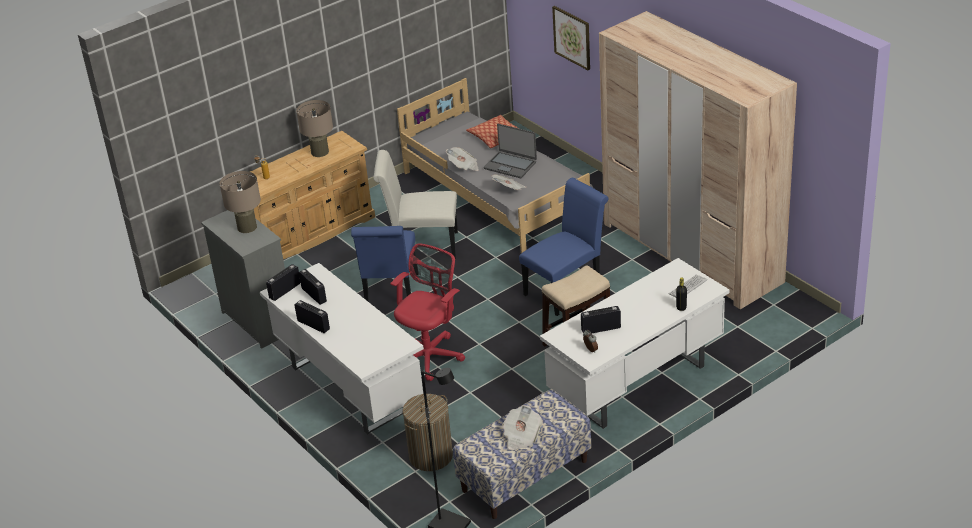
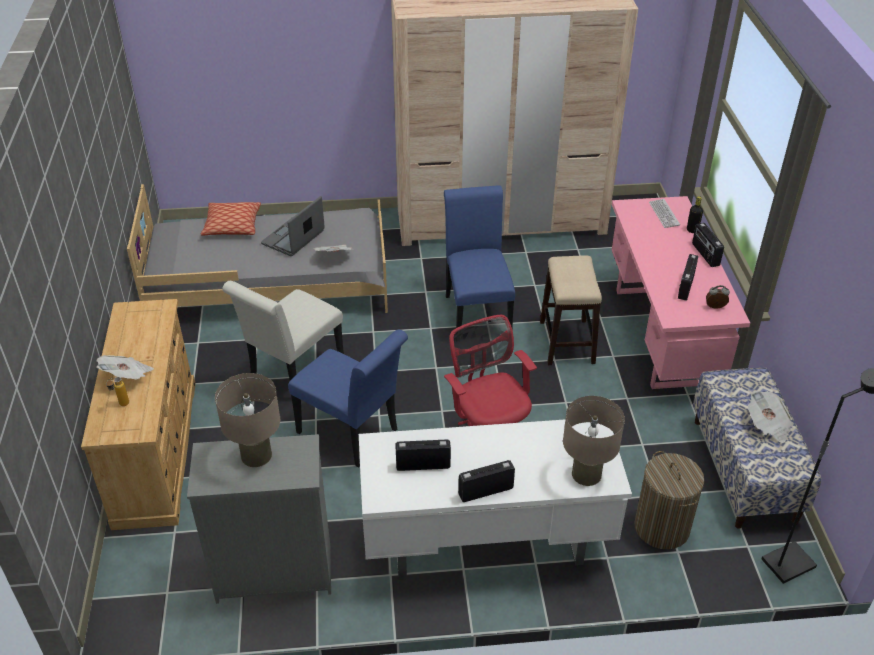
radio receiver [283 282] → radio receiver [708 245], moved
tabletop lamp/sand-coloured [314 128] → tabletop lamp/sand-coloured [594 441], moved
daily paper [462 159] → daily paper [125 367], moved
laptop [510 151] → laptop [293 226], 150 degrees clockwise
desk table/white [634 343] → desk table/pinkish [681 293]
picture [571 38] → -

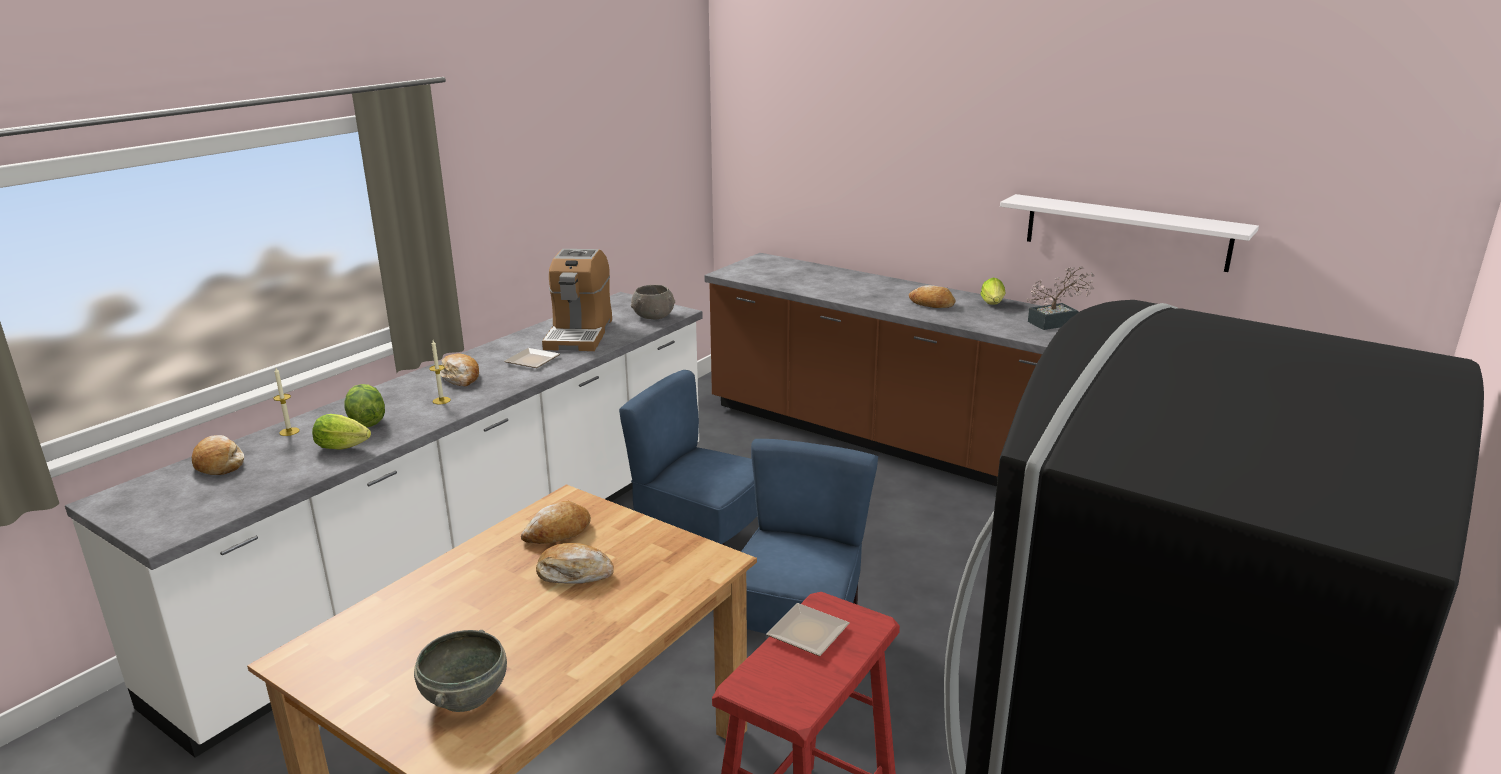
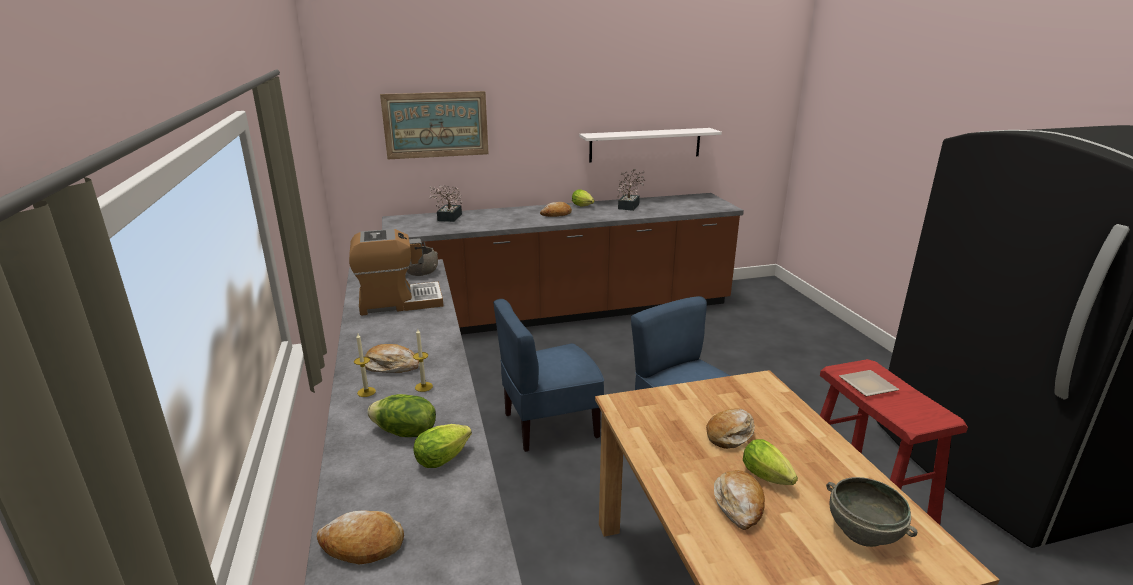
wax candle [286 402] → wax candle [365 365], moved
flat dish [532 358] → -
bread [556 522] → bread [739 500], moved
coffee machine [577 300] → coffee machine [396 272], 60 degrees counterclockwise
- → picture [434 125]
- → plant in a pot [446 203]
- → head of lettuce [770 462]

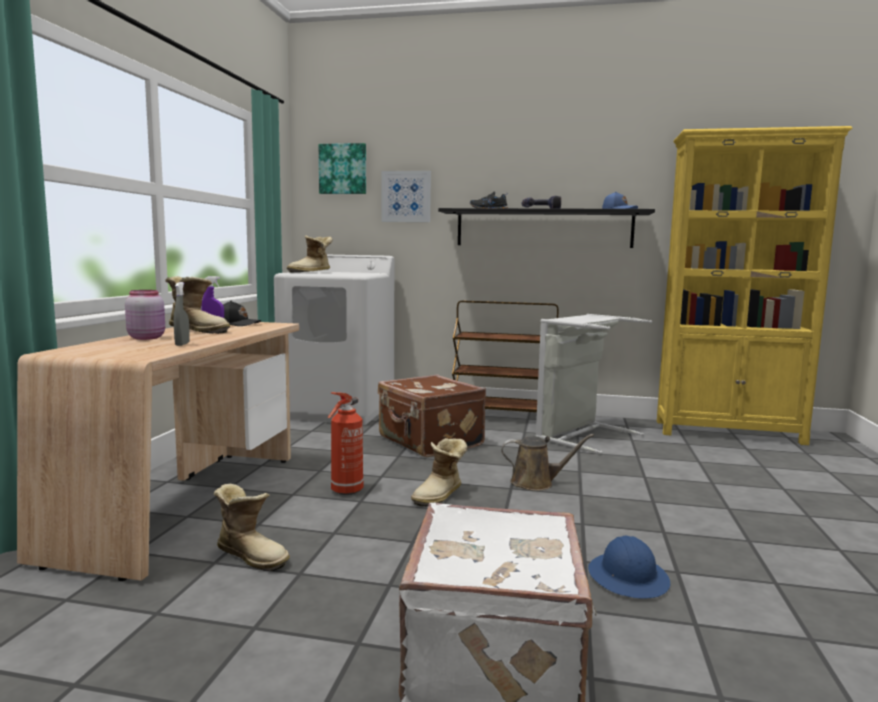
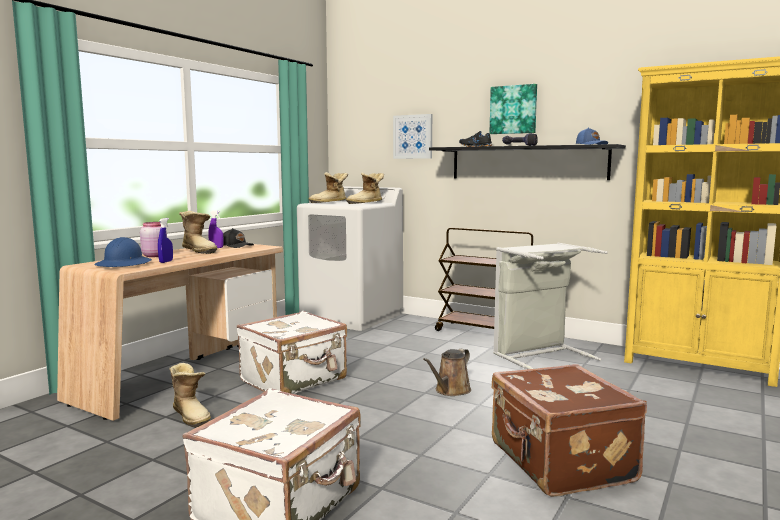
sprayer/gray [182 314] → sprayer/bluish [165 240]
picture [342 168] → picture [513 109], moved
fire extinguisher [346 443] → travel case/white [292 352]
travel case/brown-coloured [432 416] → travel case/brown-coloured [569 430], moved
boot [439 472] → boot [365 188], moved
watering pot/brown-coloured [547 462] → watering pot/brown-coloured [447 372], 105 degrees clockwise
safety helmet/bluish [629 567] → safety helmet/bluish [123 252], moved

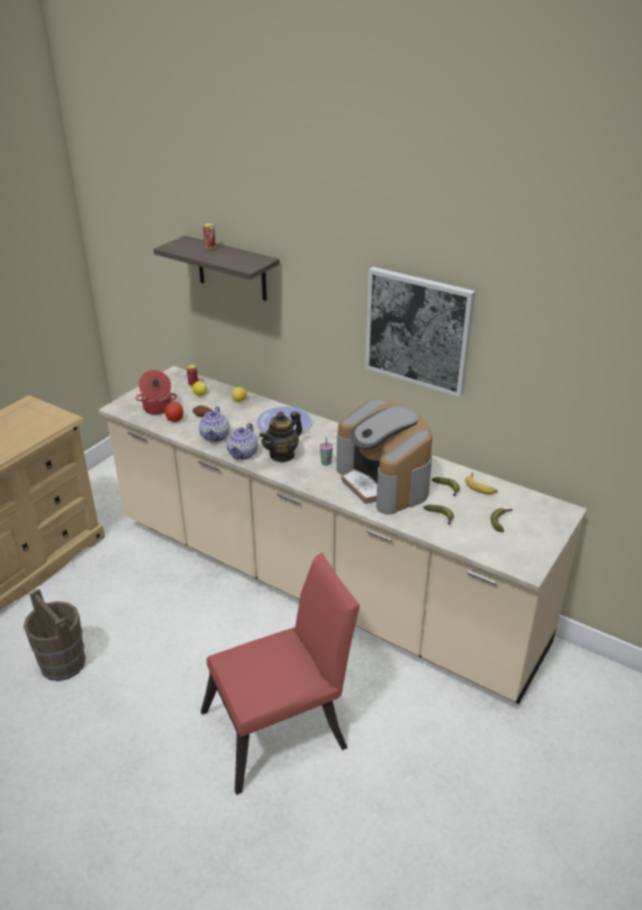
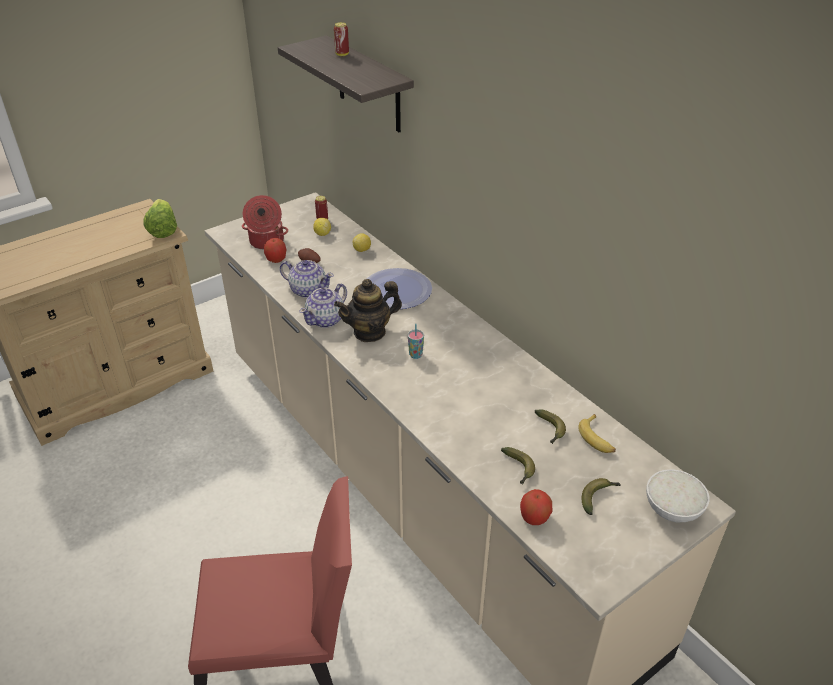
bucket/brown-coloured [54 635] → -
pot for tea [214 424] → pot for tea [307 279], 90 degrees counterclockwise
coffee machine [384 457] → -
picture [420 332] → -
- → head of lettuce [160 218]
- → apple fruit [536 507]
- → deep dish/white [678 495]

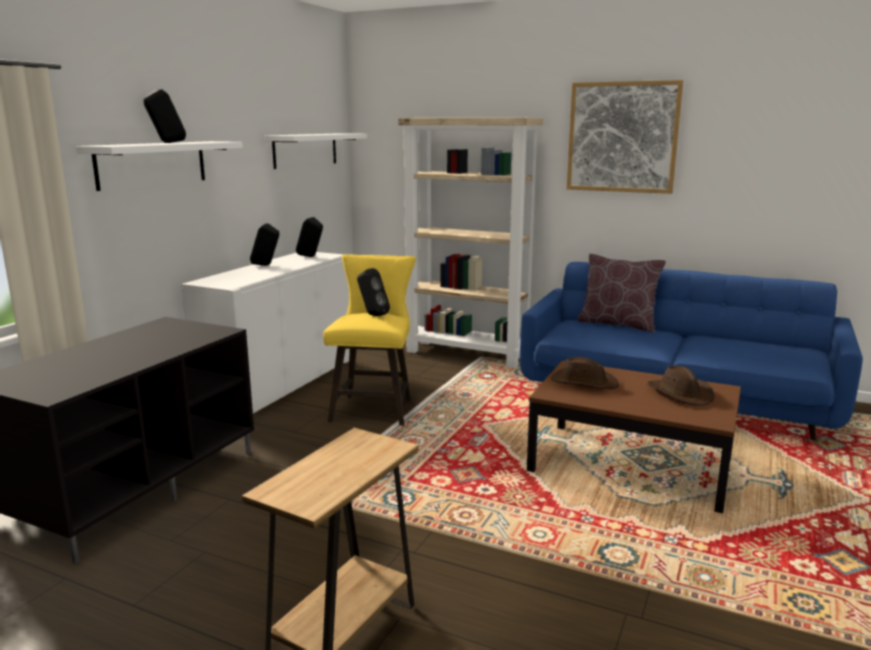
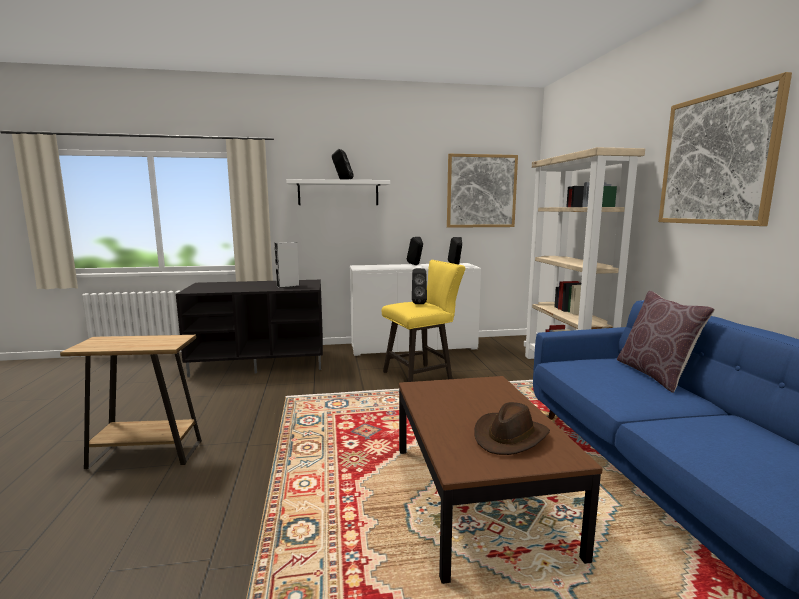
bracket shelf/white [315 151] → picture [482 191]
hat/brown-coloured [585 373] → -
- → loudspeaker/gray [286 265]

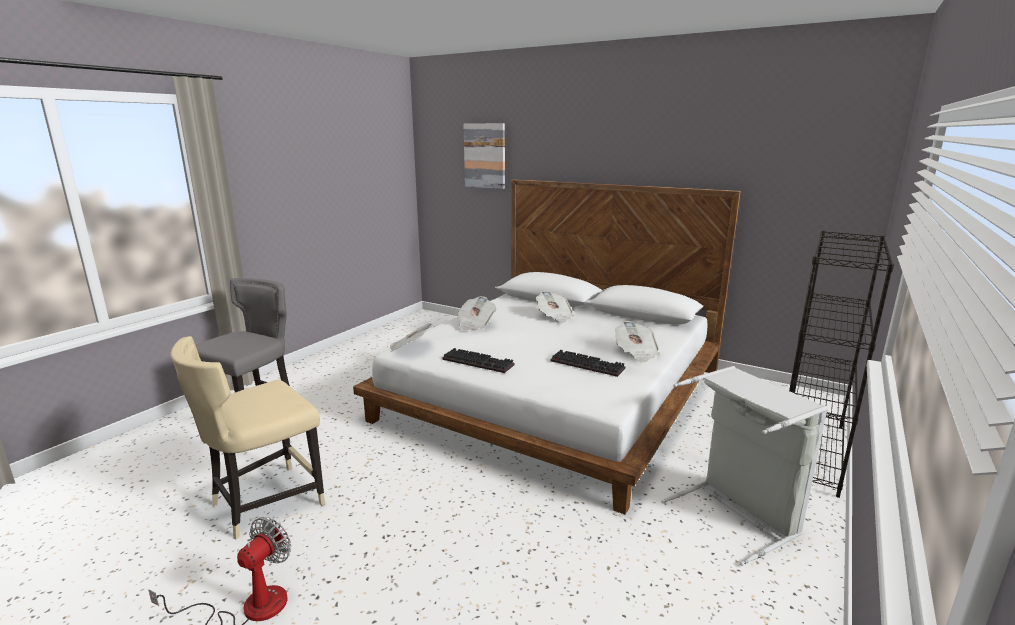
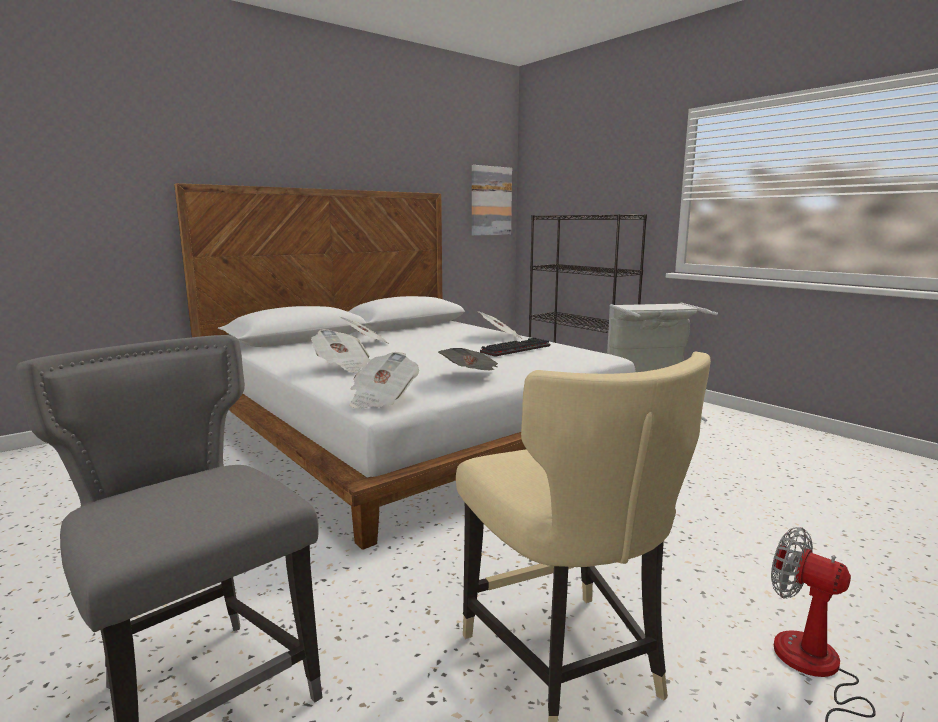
computer keyboard [478 360] → daily paper [468 359]
picture [484 156] → picture [492 200], moved

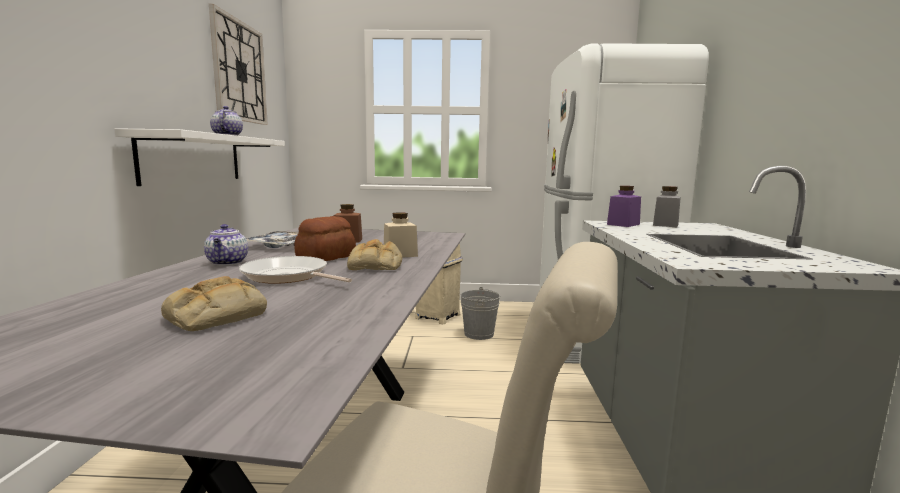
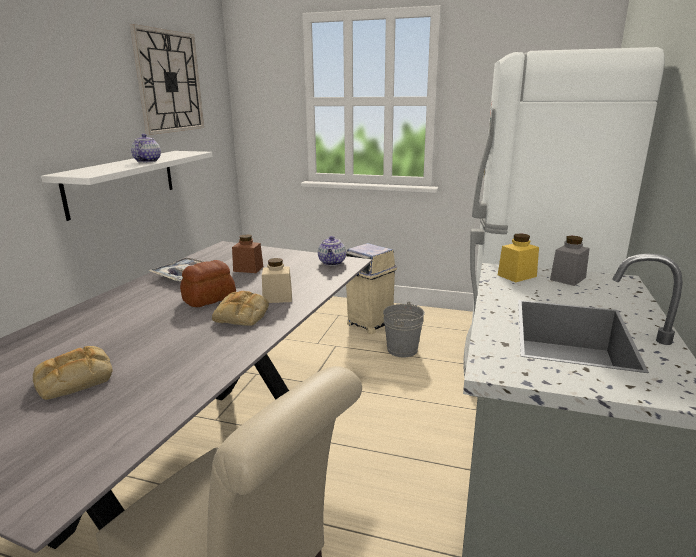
pot for tea [226 244] → pot for tea [332 251], moved
skillet [295 270] → -
preserve jar/purple-coloured [624 206] → preserve jar/yellow [518 258]

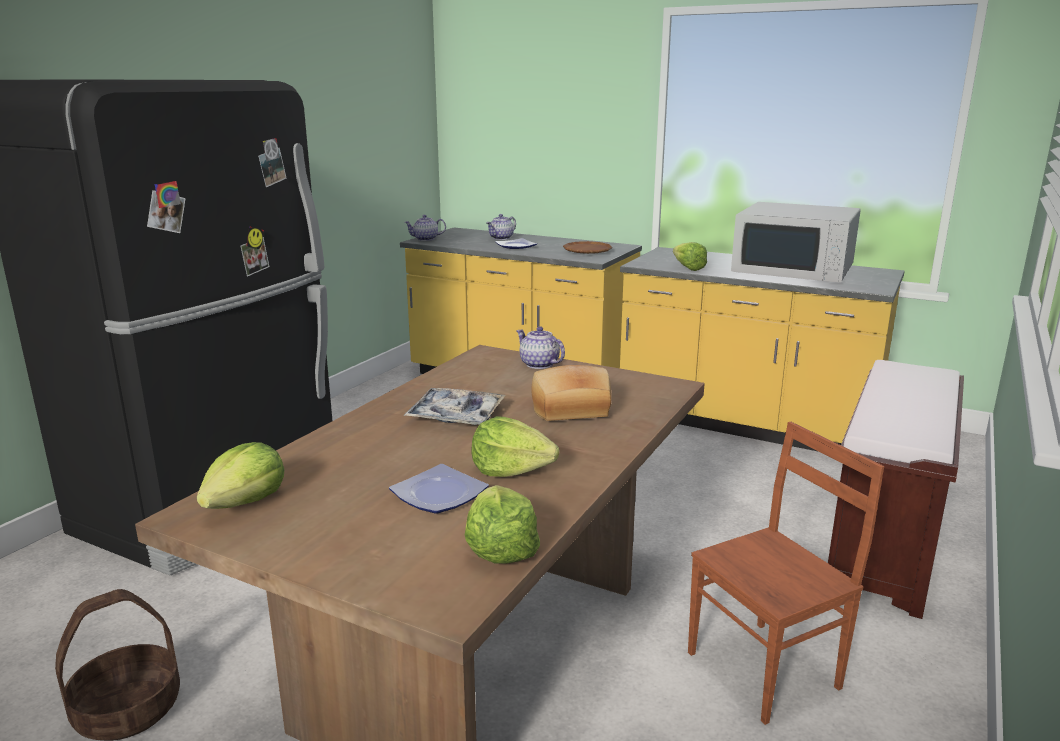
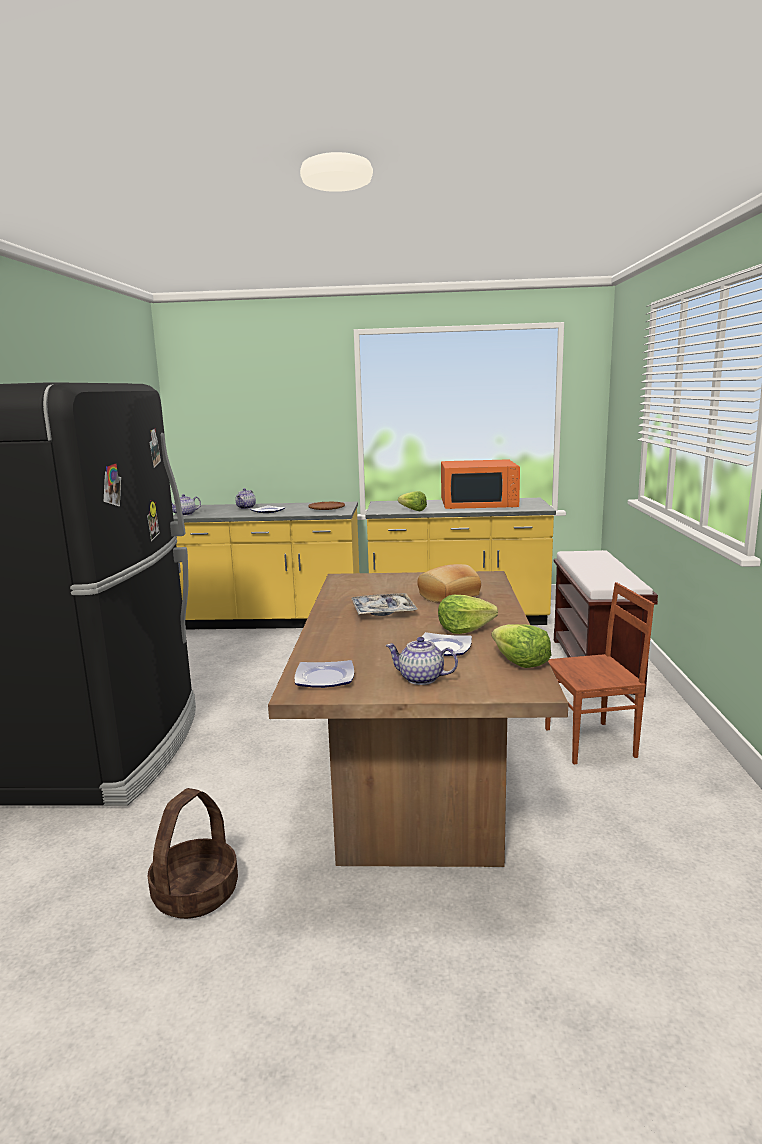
head of lettuce [240 475] → flat dish [324 674]
pot for tea [540 347] → pot for tea [422 661], moved
upright chair/brown-coloured [786 573] → upright chair/brown-coloured [599 673], 45 degrees clockwise
microwave oven/white [796 242] → microwave oven/orange [480 484]

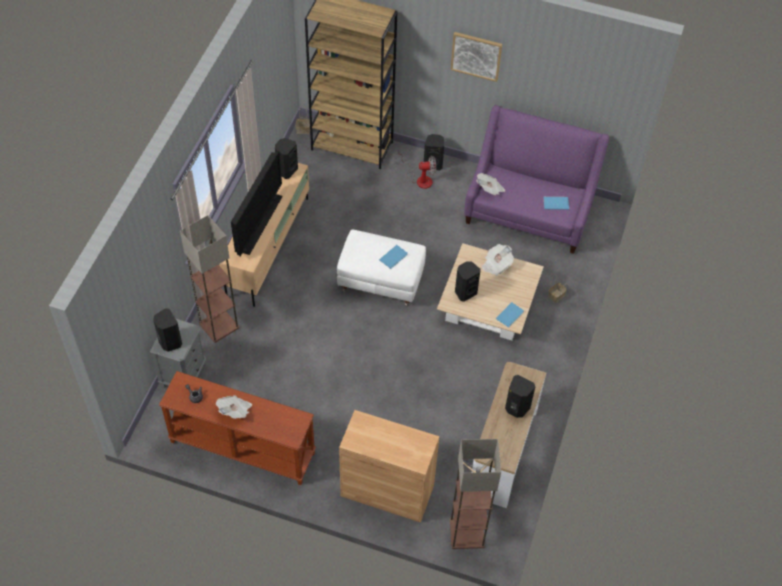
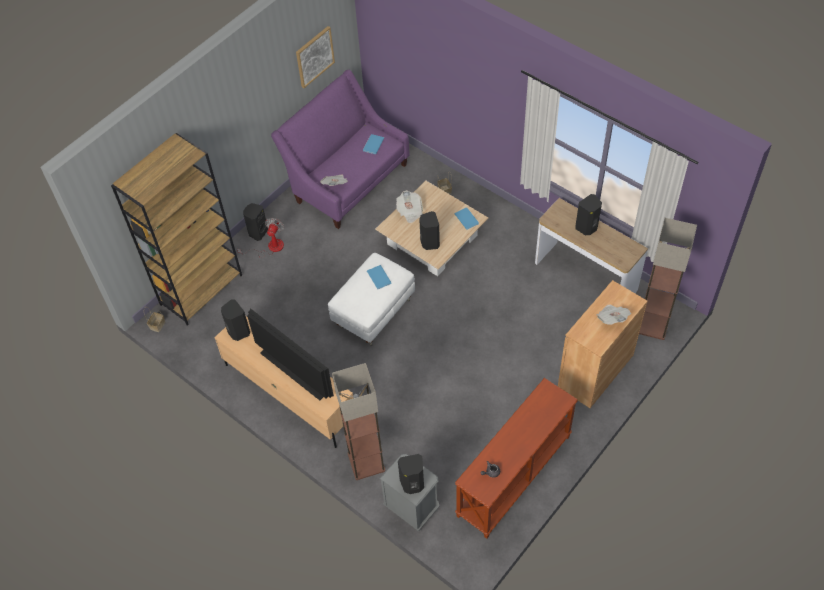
daily paper [234 407] → daily paper [613 314], moved
picture [476 57] → picture [315 57], moved

